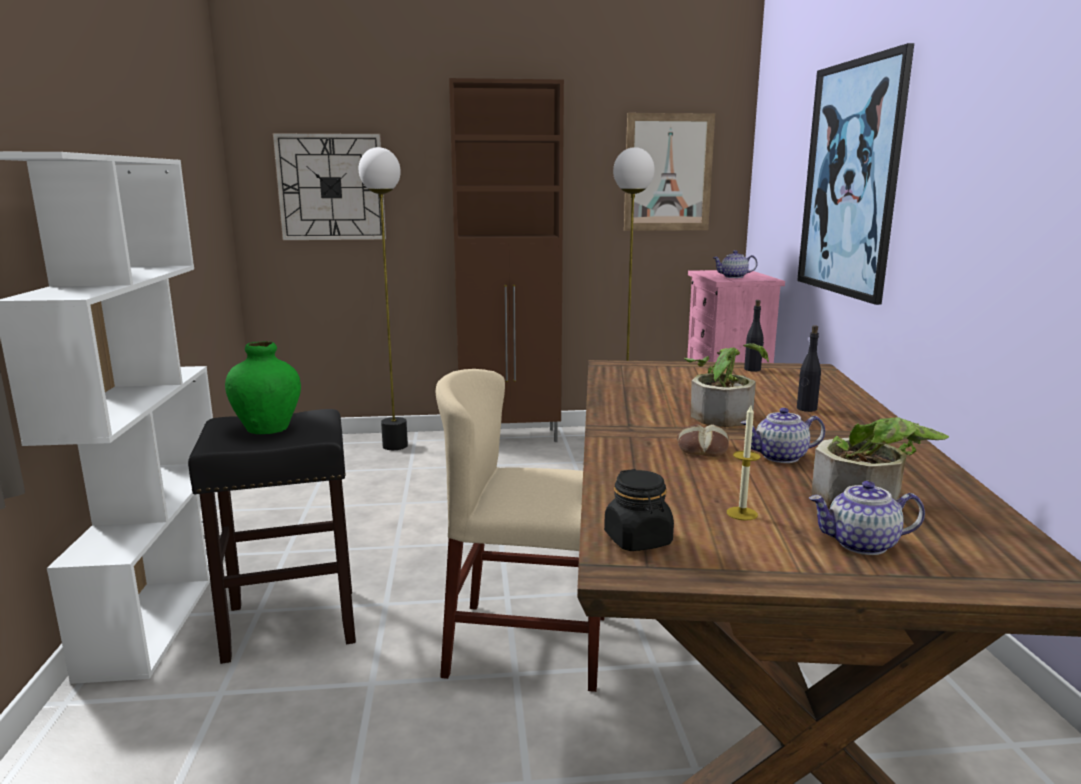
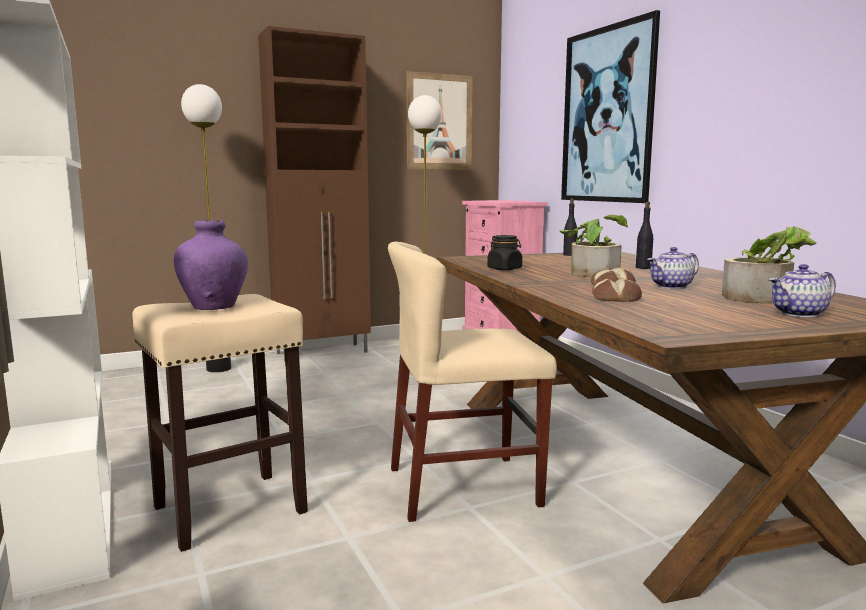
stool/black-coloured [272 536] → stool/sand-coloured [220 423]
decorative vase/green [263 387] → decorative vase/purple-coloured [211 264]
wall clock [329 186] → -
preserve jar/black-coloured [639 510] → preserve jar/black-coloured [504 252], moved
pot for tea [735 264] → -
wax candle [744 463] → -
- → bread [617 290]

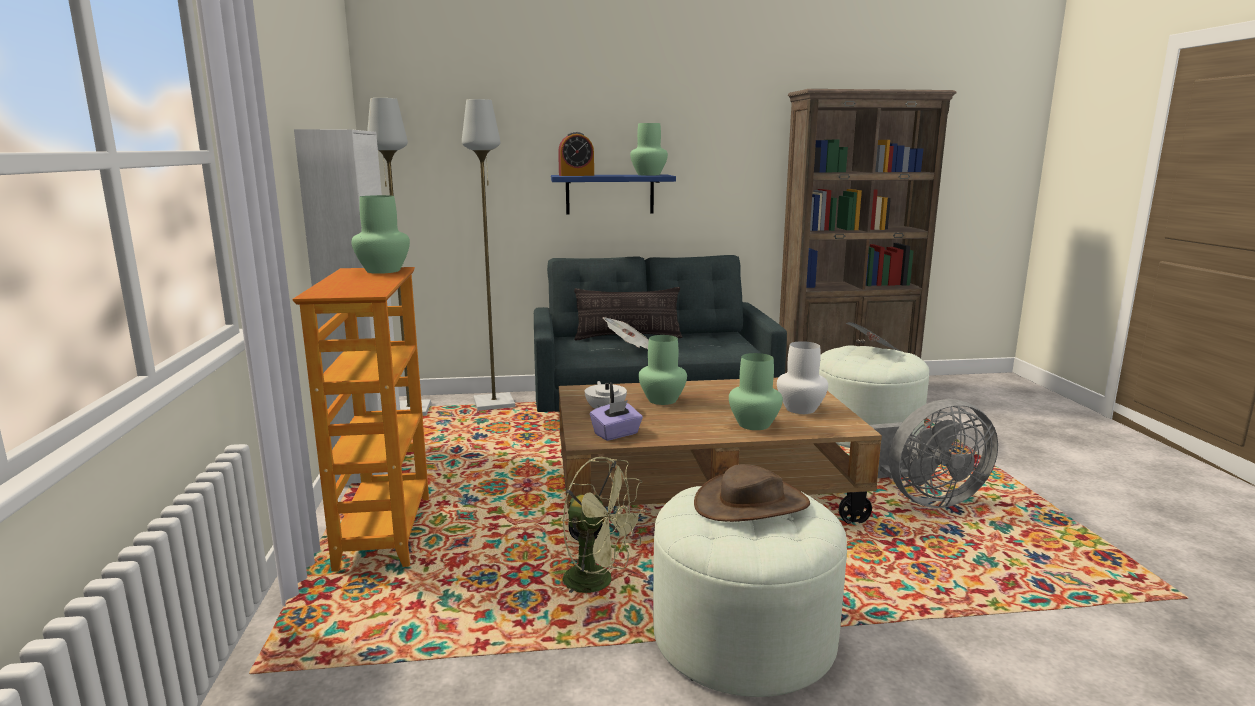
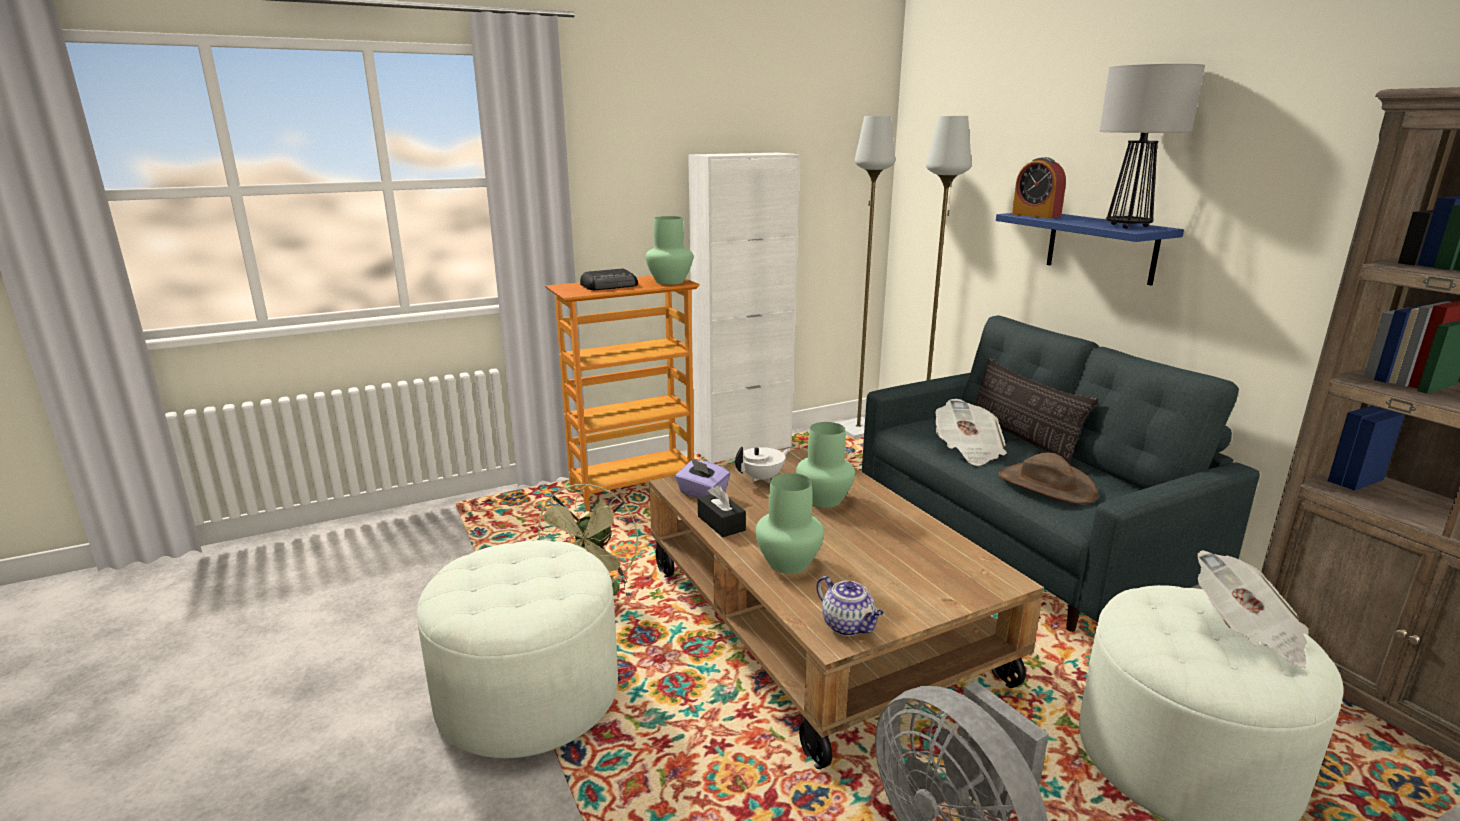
decorative vase/green [649 149] → tabletop lamp [1152 146]
hat/brown-coloured [752 493] → hat/brown-coloured [1048 478], moved
decorative vase/white [802 377] → -
- → radio receiver [609 279]
- → tissue box/black-coloured [722 511]
- → pot for tea [850 606]

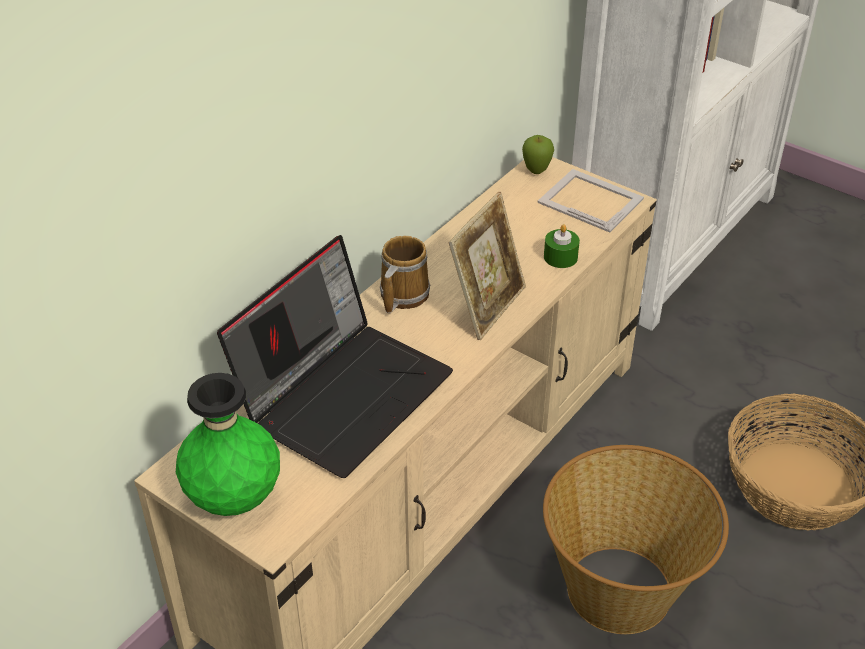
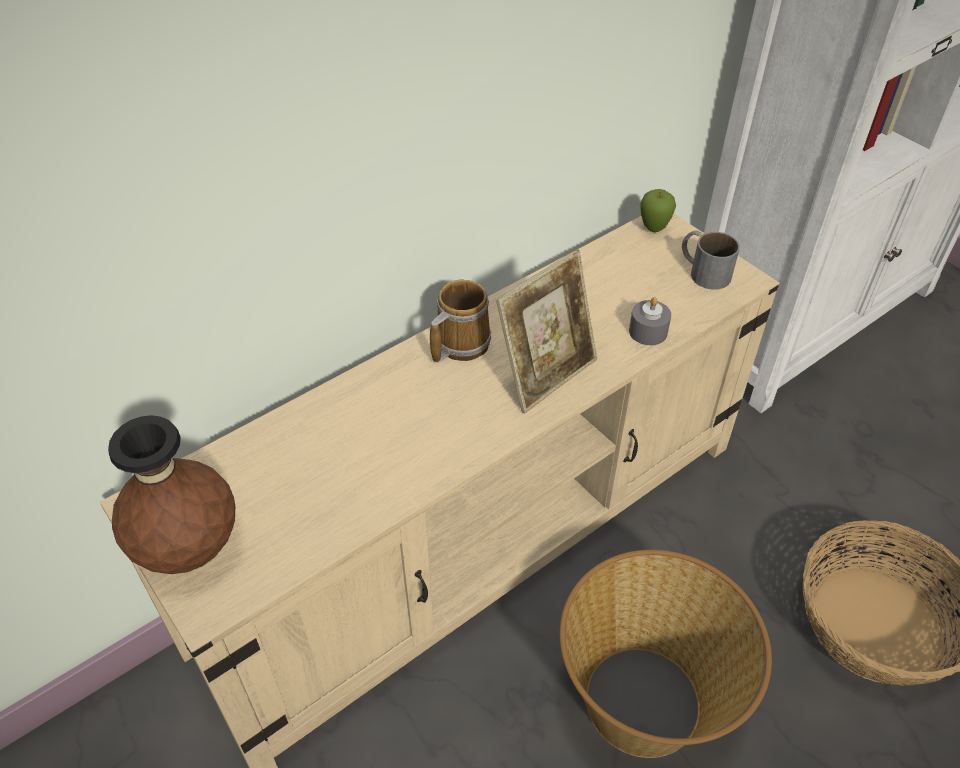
decorative vase/green [228 444] → decorative vase/brown-coloured [171 494]
laptop [335 356] → -
photo frame [590 201] → coffee mug/gray [711 260]
wax candle/green [562 246] → wax candle/gray [650 321]

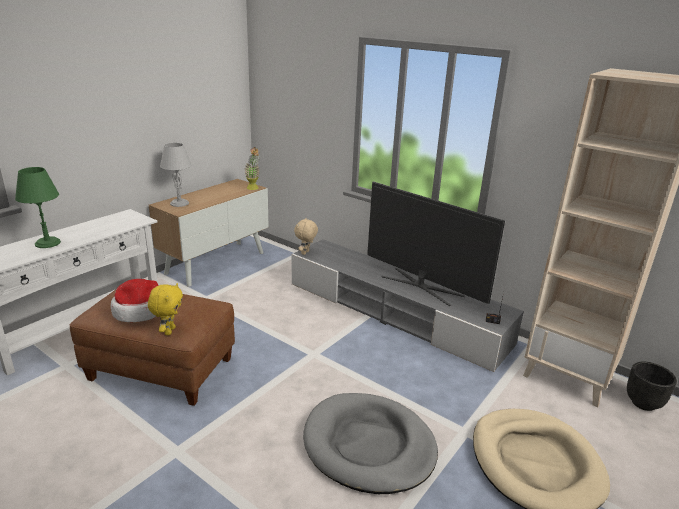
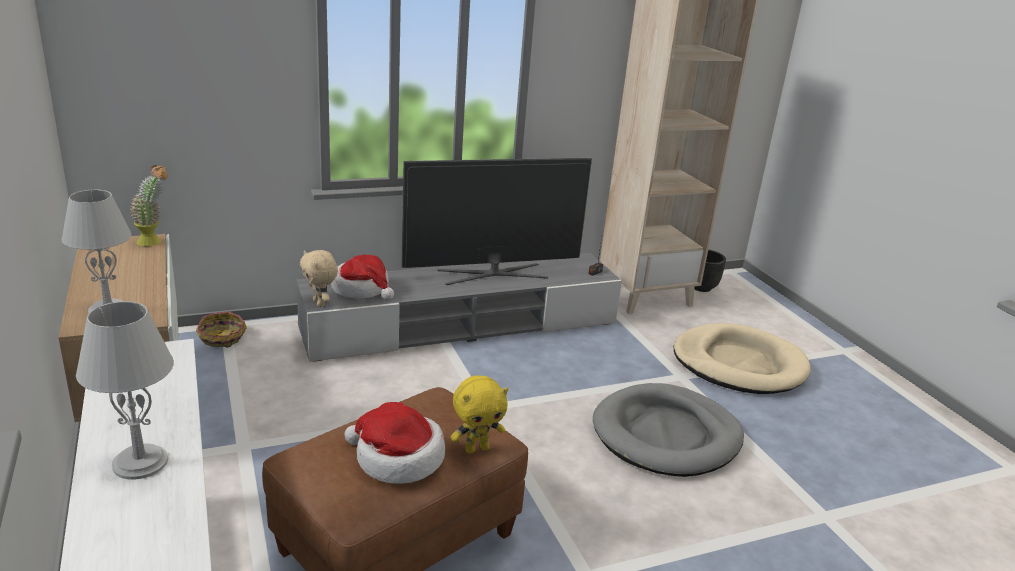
tabletop lamp/green [38 207] → tabletop lamp/gray [125 390]
cuddly toy/yellow [165 309] → cuddly toy/yellow [479 414], 120 degrees clockwise
- → household basket [221 329]
- → hat [362 277]

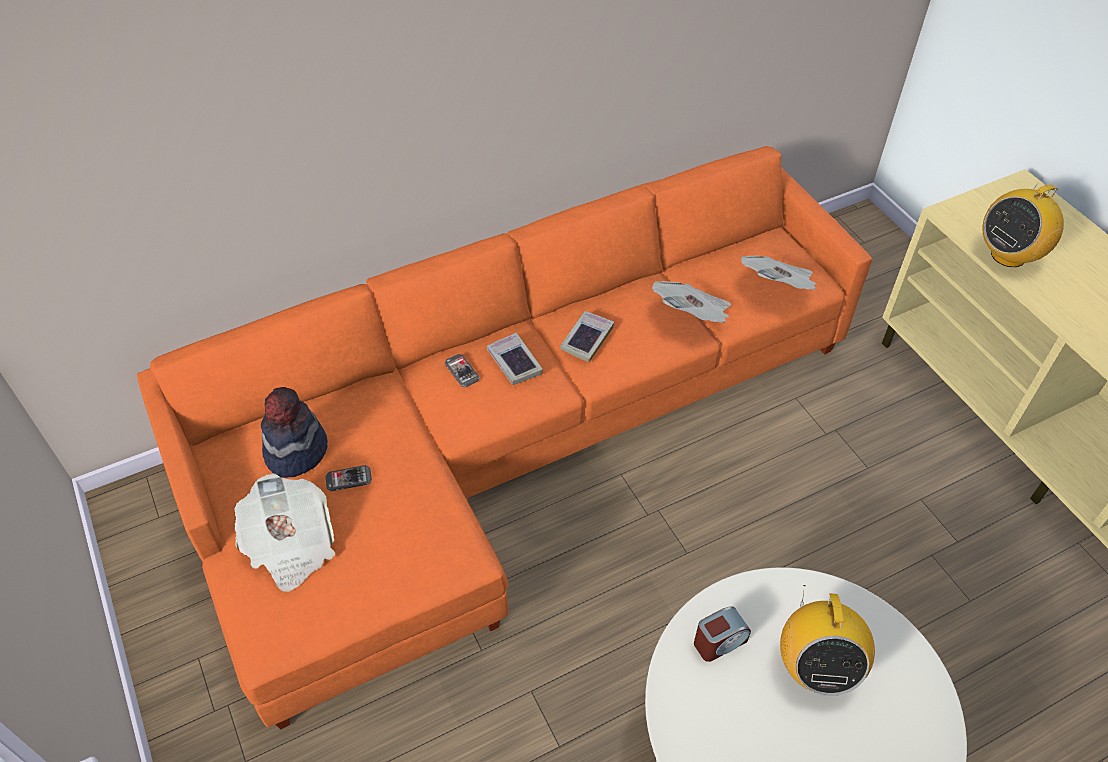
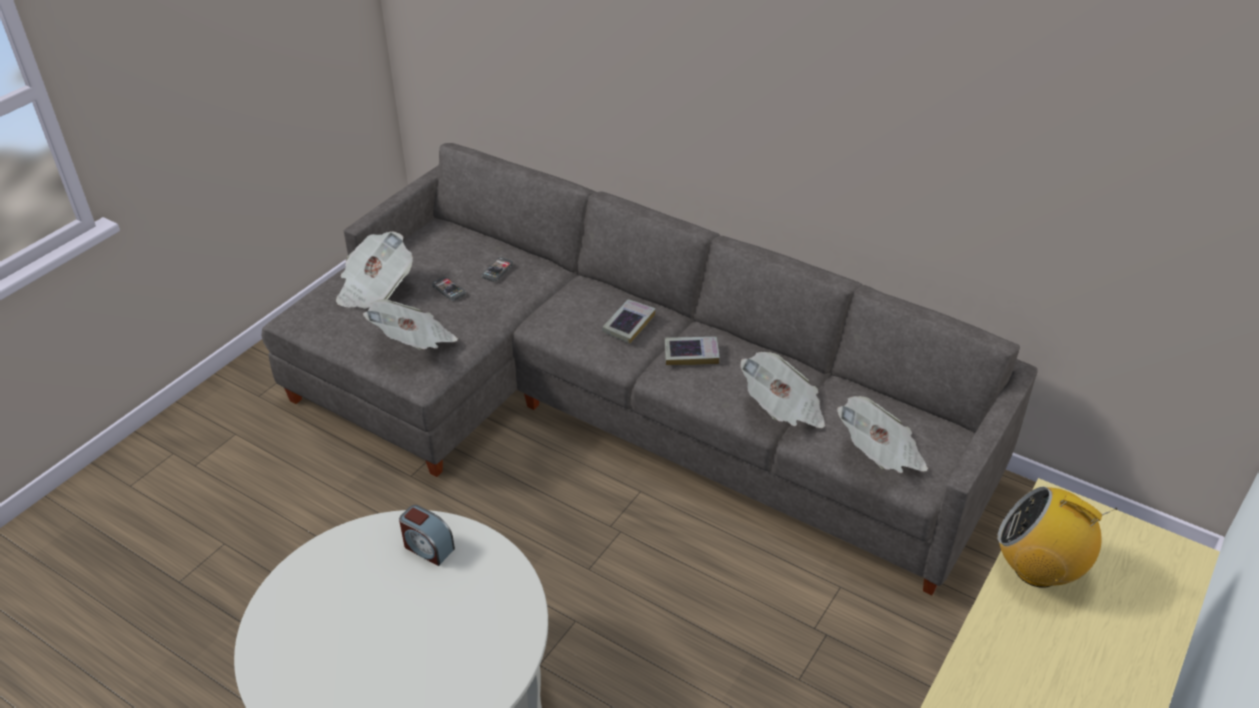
sofa/orange [504 437] → sofa/gray [649 369]
hat [294 432] → -
handset [462 370] → handset [497 269], moved
radio receiver [827 640] → -
- → daily paper [410 324]

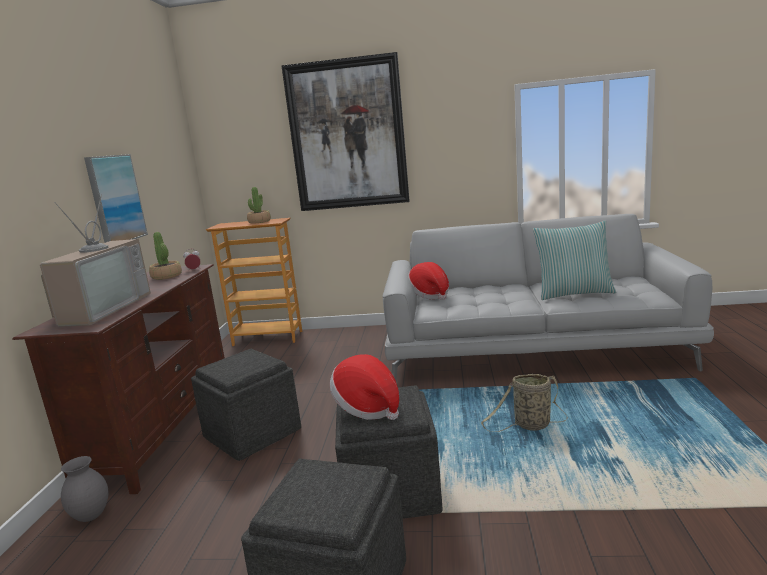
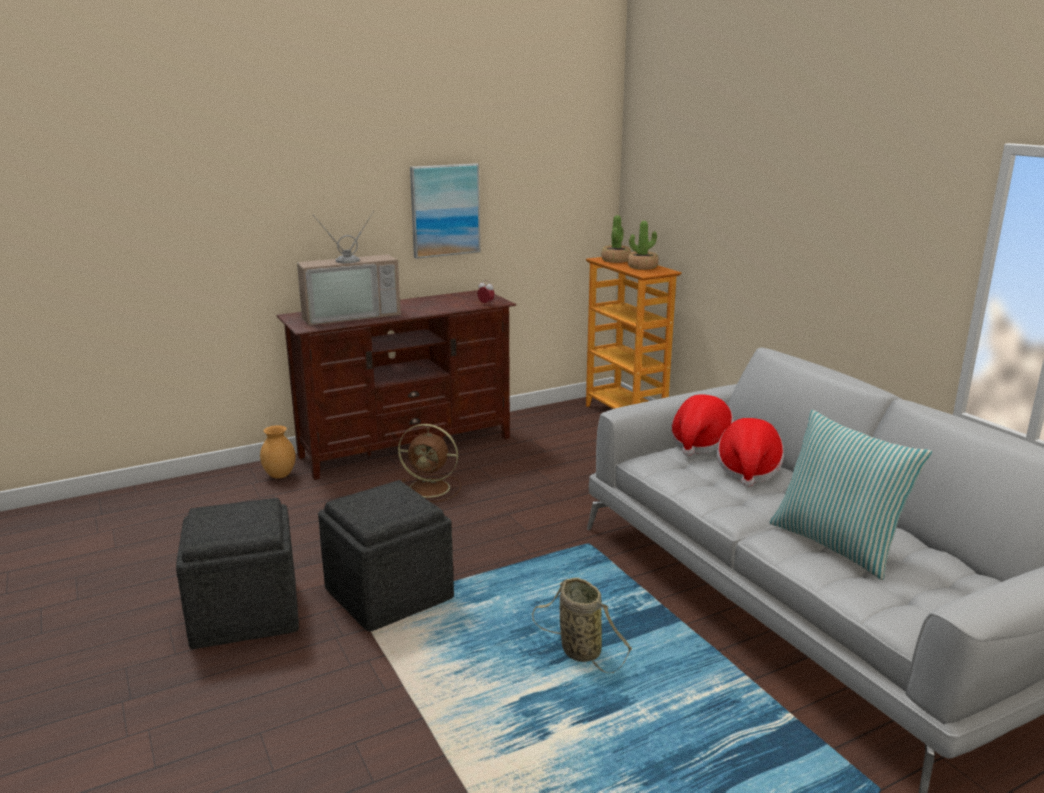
decorative vase/gray [85 489] → decorative vase/brown-coloured [278 452]
plant in a pot [165 256] → plant in a pot [616 239], moved
pouffe/gray [246 405] → cooling fan/brown-coloured [429 463]
picture [345 131] → -
hat [364 387] → hat [750 452], moved

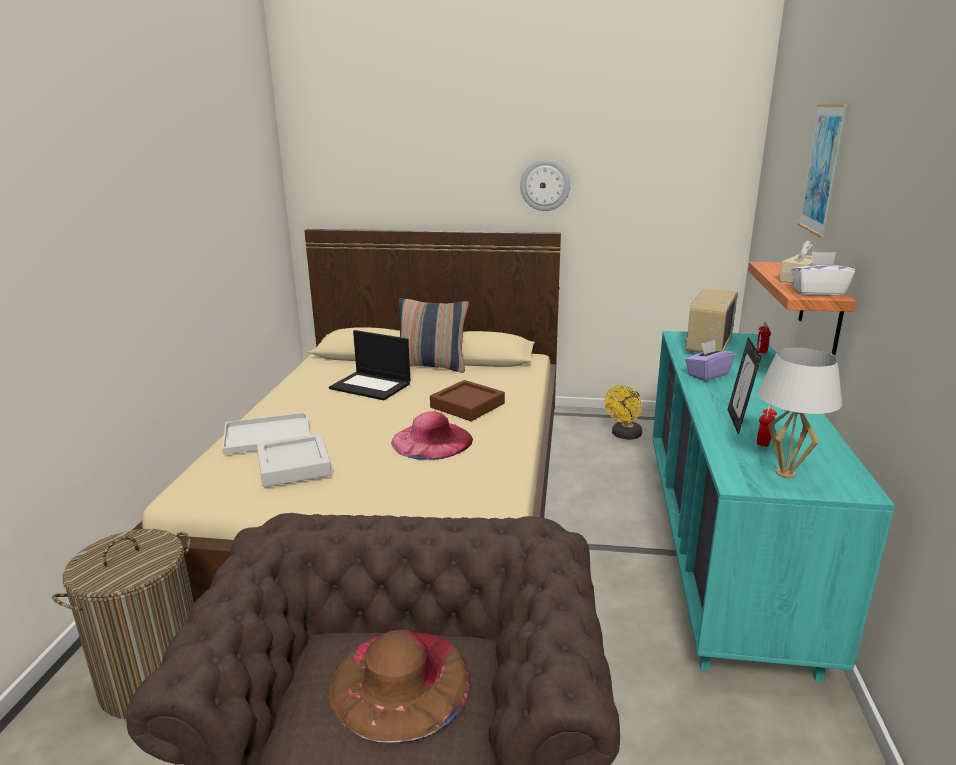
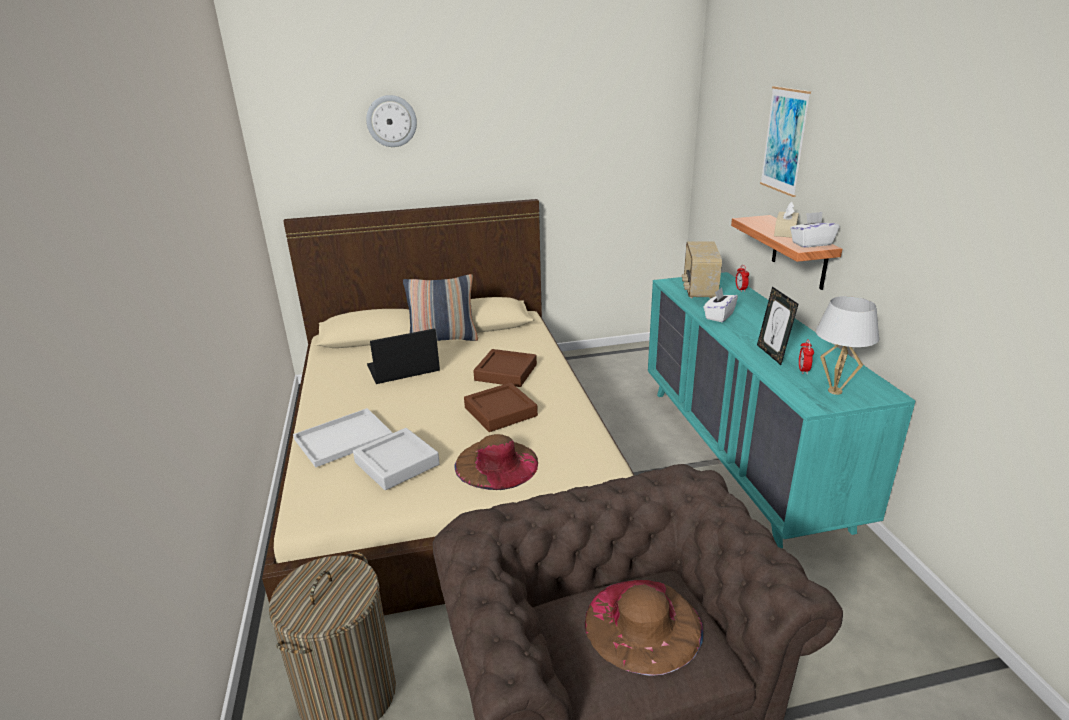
laptop [370 365] → laptop [403 356], 150 degrees clockwise
hat/pinkish [432 435] → carrying tray/brown-coloured [501 407]
wall clock [545 185] → wall clock [391 121], moved
cooling fan/yellow [623 412] → -
tissue box/purple-coloured [710 360] → tissue box/white [720 304]
- → hat/brown-coloured [496 462]

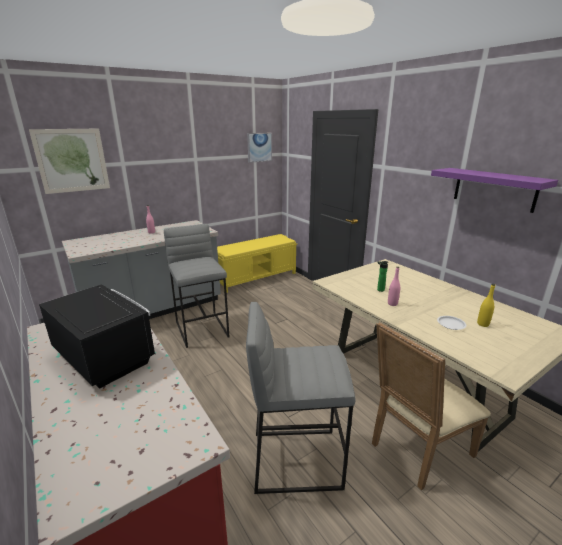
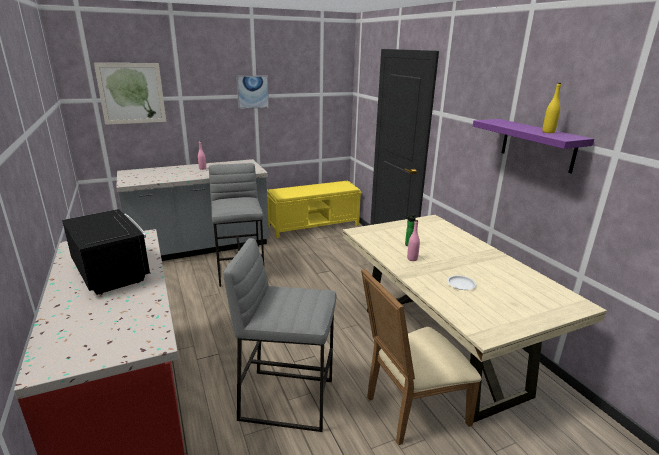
picture [259 148] → picture [252 92], moved
drink bottle/yellow [486 305] → drink bottle/yellow [551 108], moved

